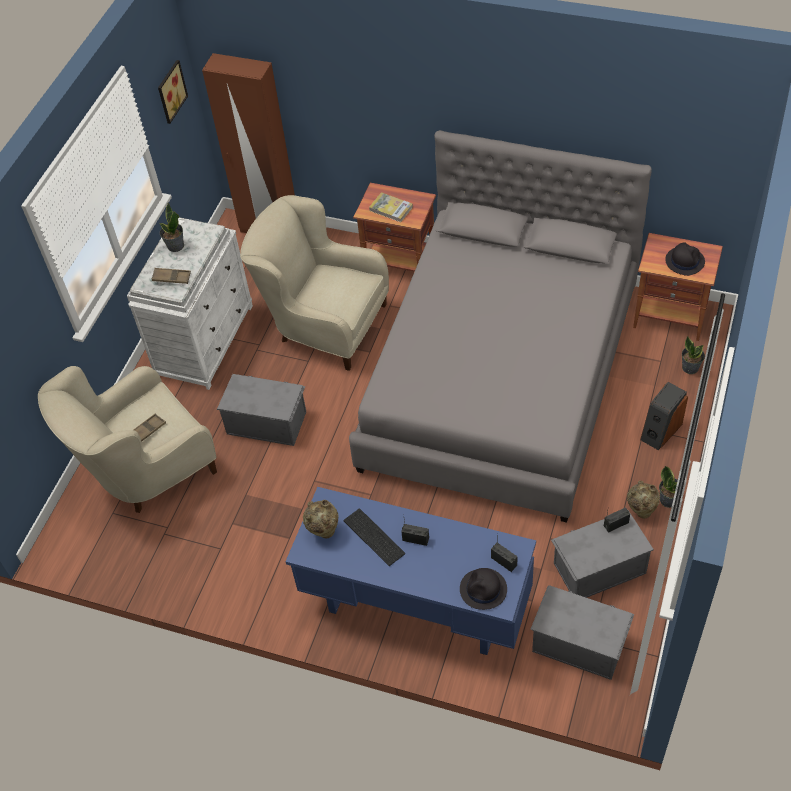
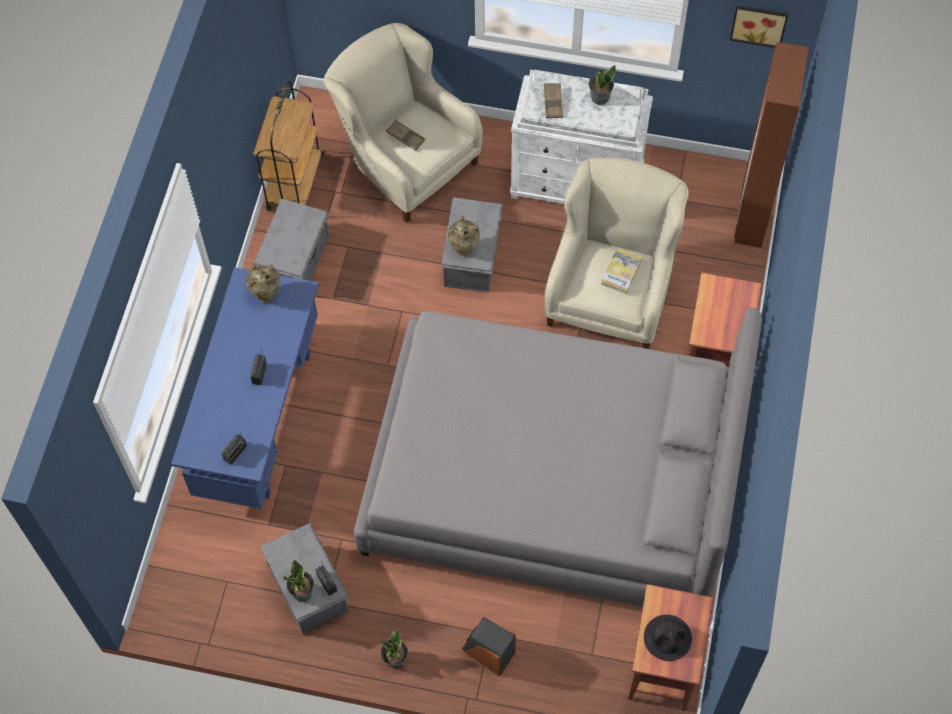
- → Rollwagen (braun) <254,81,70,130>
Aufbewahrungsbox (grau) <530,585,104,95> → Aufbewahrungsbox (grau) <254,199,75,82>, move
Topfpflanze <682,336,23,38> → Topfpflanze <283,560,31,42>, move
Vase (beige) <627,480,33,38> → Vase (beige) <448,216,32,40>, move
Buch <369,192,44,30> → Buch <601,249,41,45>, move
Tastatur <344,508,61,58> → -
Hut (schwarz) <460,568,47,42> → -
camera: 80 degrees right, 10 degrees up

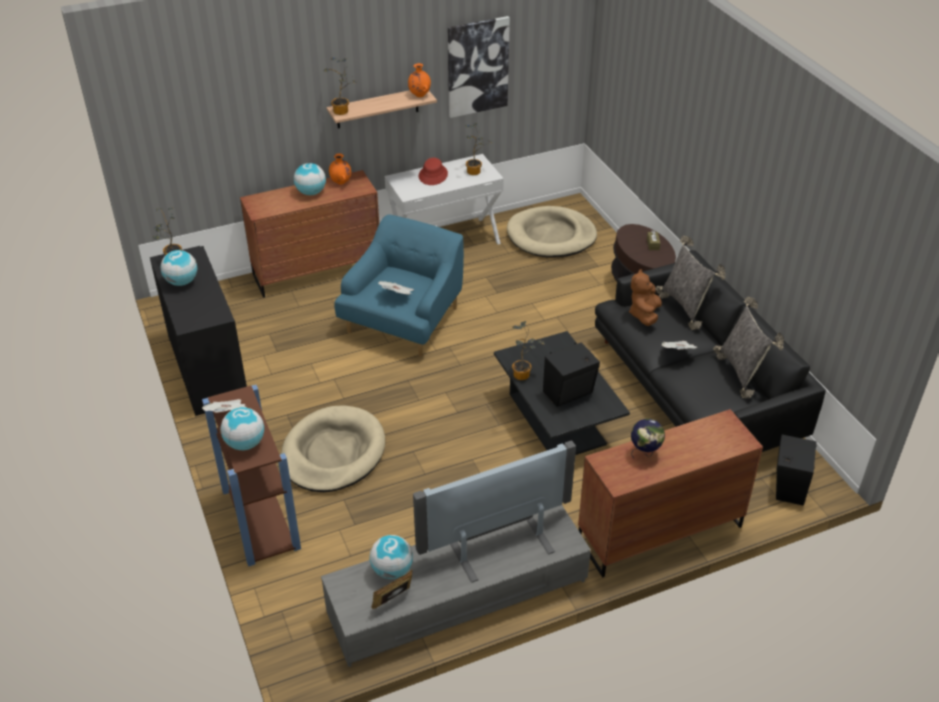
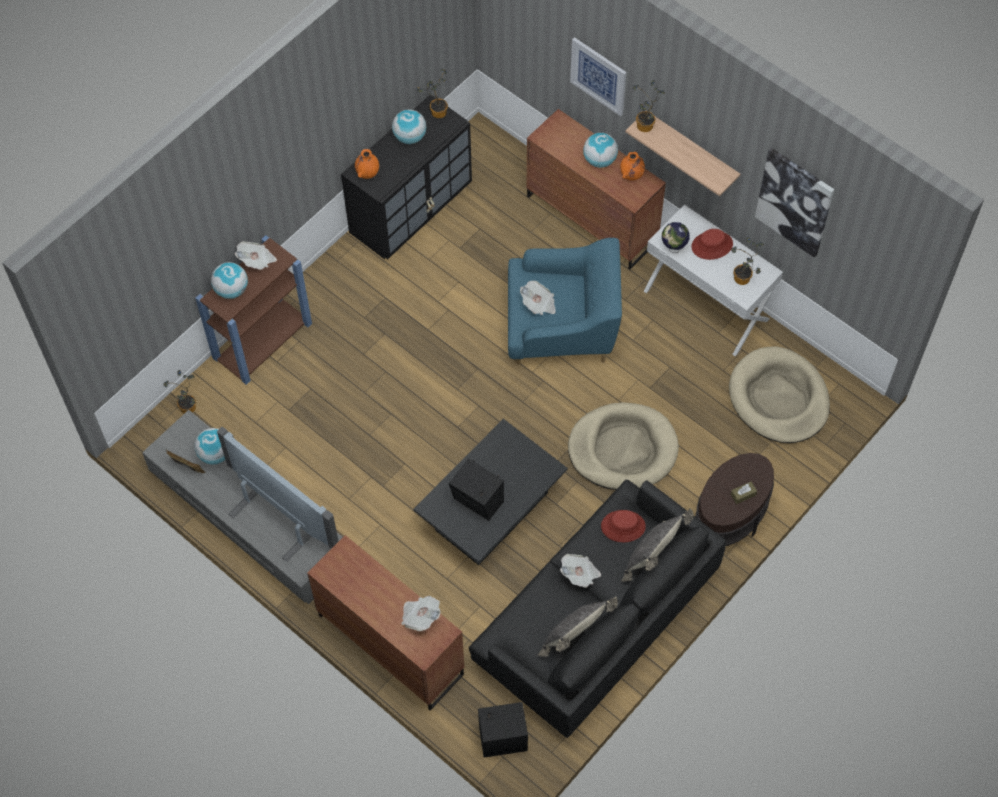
Topfpflanze <512,321,33,59> → Topfpflanze <164,370,32,44>, move
Vase (orange) <408,63,23,34> → Vase (orange) <355,149,24,30>, move
- → Zeitung <401,596,40,35>
Hundebett (beige) <281,405,104,87> → Hundebett (beige) <568,402,111,88>, move
- → Bild <570,37,56,79>
Plüschtier (braun) <629,269,33,57> → Hut (rot) <601,510,45,32>
Globus <631,418,34,40> → Globus <662,222,28,31>, move
camera: 65 degrees right, 20 degrees up

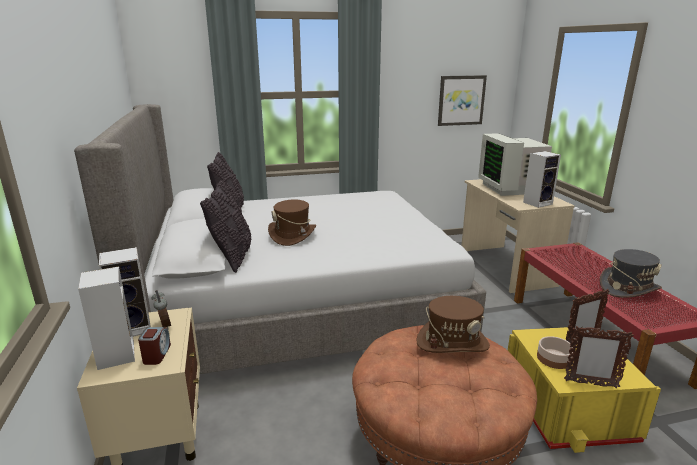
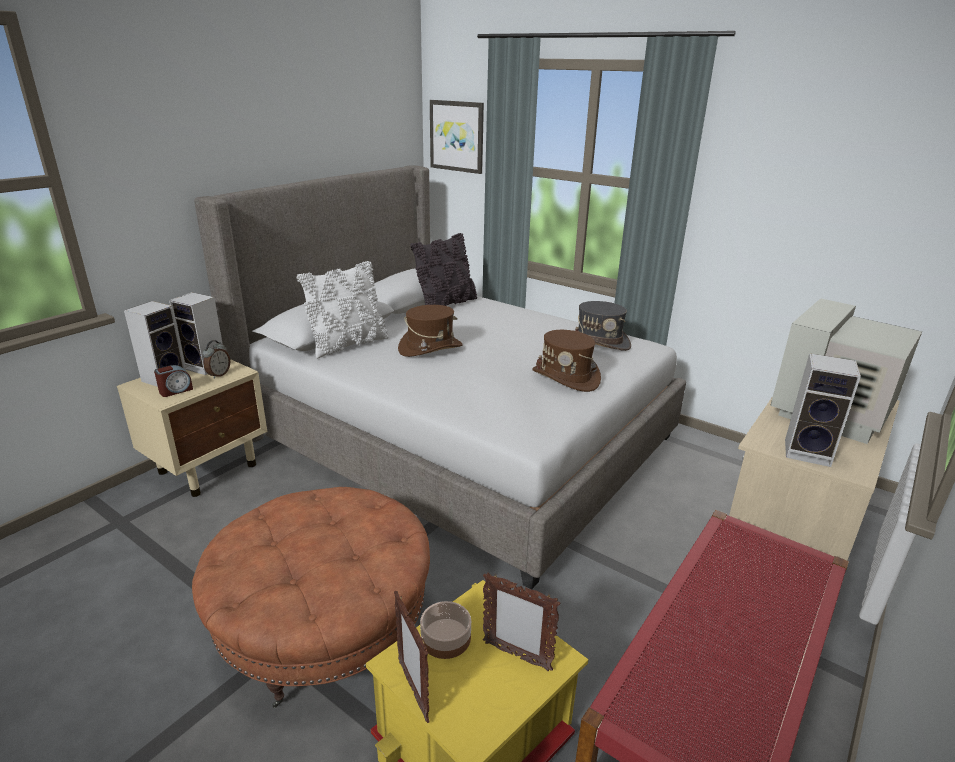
Kissen (schwarz) <200,180,52,93> → Kissen (weiß) <296,261,93,98>
Bild <438,75,49,51> → Bild <430,100,54,74>, move
Hut (braun) <416,296,74,57> → Hut (braun) <532,330,69,62>, move
Hut (grau) <600,249,62,49> → Hut (grau) <575,301,56,50>, move
camera: 50 degrees right, 5 degrees up

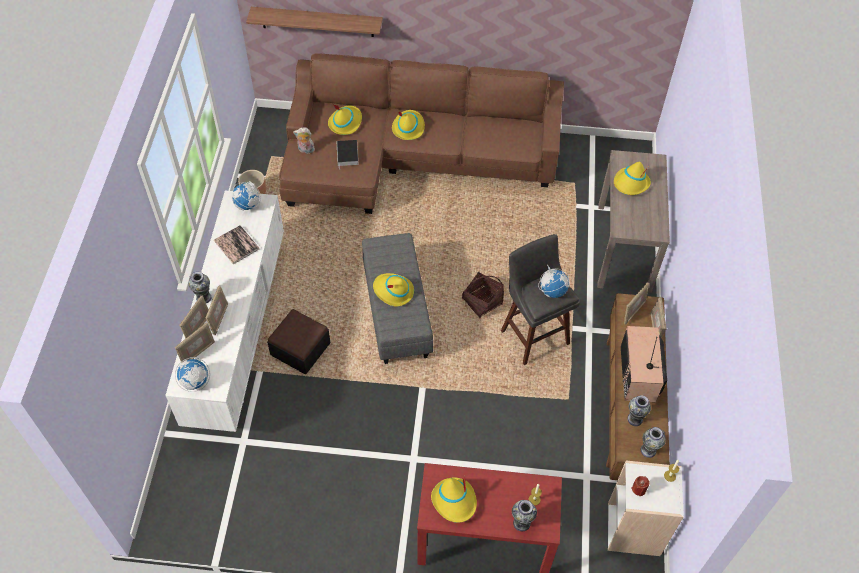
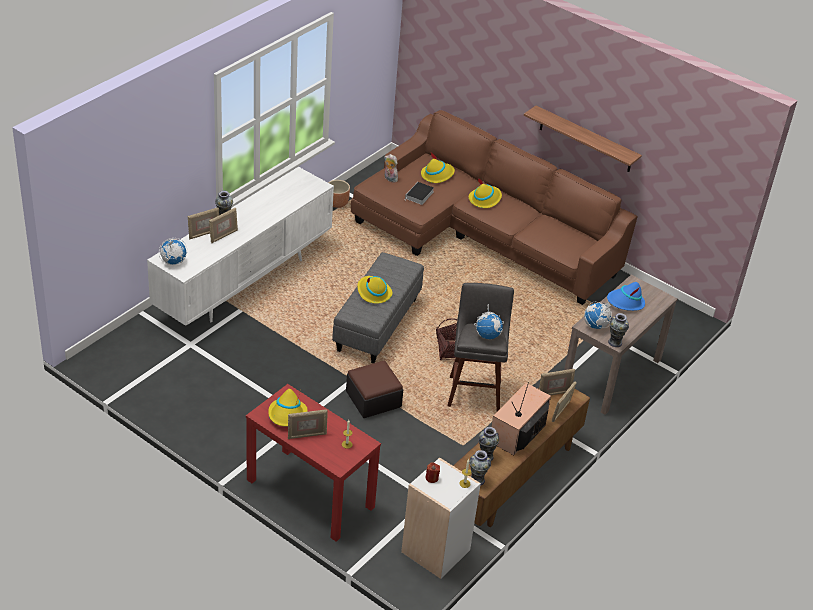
Bilderrahmen <175,323,40,40> → Bilderrahmen <288,409,40,30>, move
Polsterhocker <267,309,63,65> → Polsterhocker <346,361,57,57>, move
Wandregal <246,7,137,30> → Wandregal <524,106,118,66>, move
Globus <232,181,29,29> → Globus <584,302,28,27>, move
Hut (gelb) <614,162,37,33> → Hut (blau) <607,282,38,29>
Vase <512,500,25,31> → Vase <608,313,21,34>, move
Buch <214,225,45,39> → -
camera: 30 degrees right, 15 degrees down

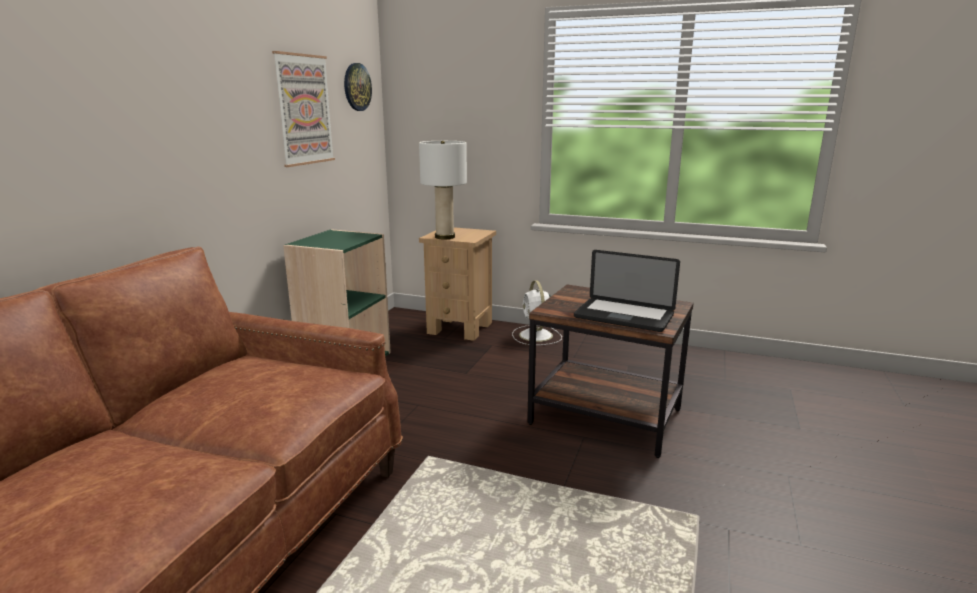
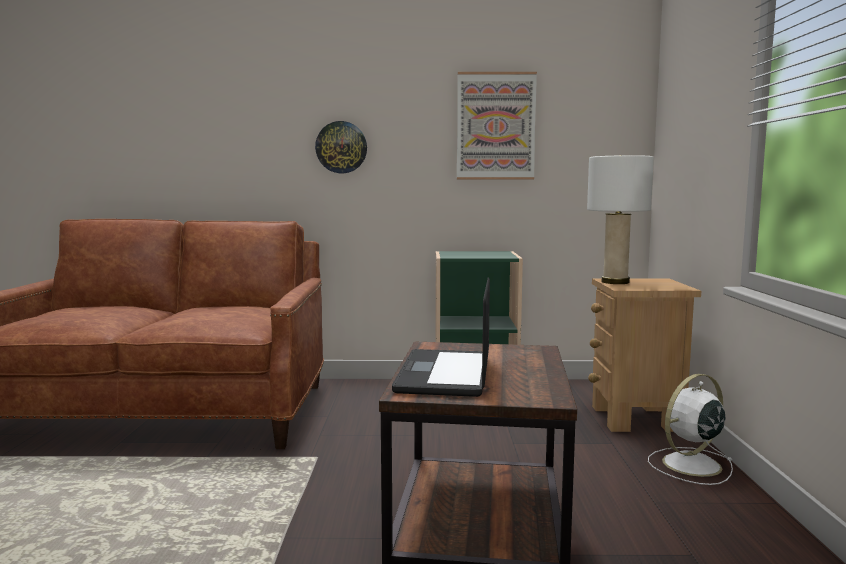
Wanduhr <344,63,28,48> → Wanduhr <315,121,52,52>, move
camera: 70 degrees right, 10 degrees down

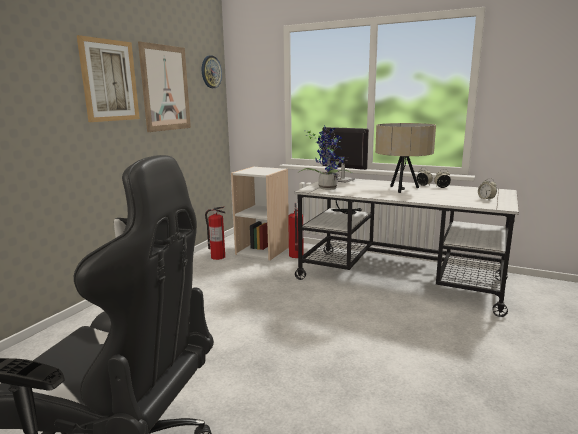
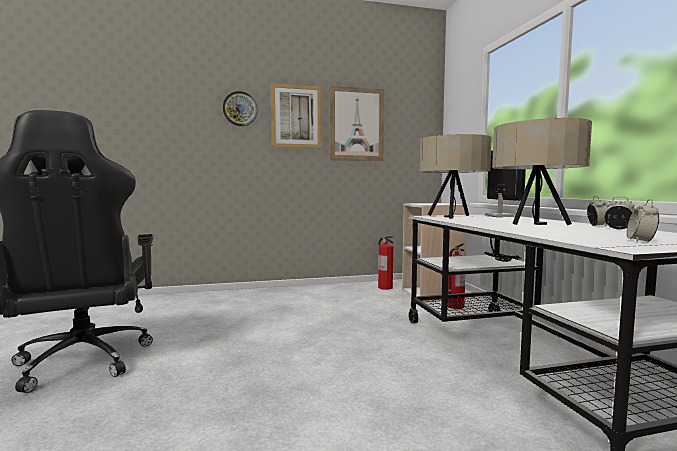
Wanduhr <202,55,20,33> → Wanduhr <223,91,35,35>, move
Topfpflanze <298,126,54,64> → Tischlampe (beige) <420,134,72,85>
camera: 50 degrees right, 10 degrees down

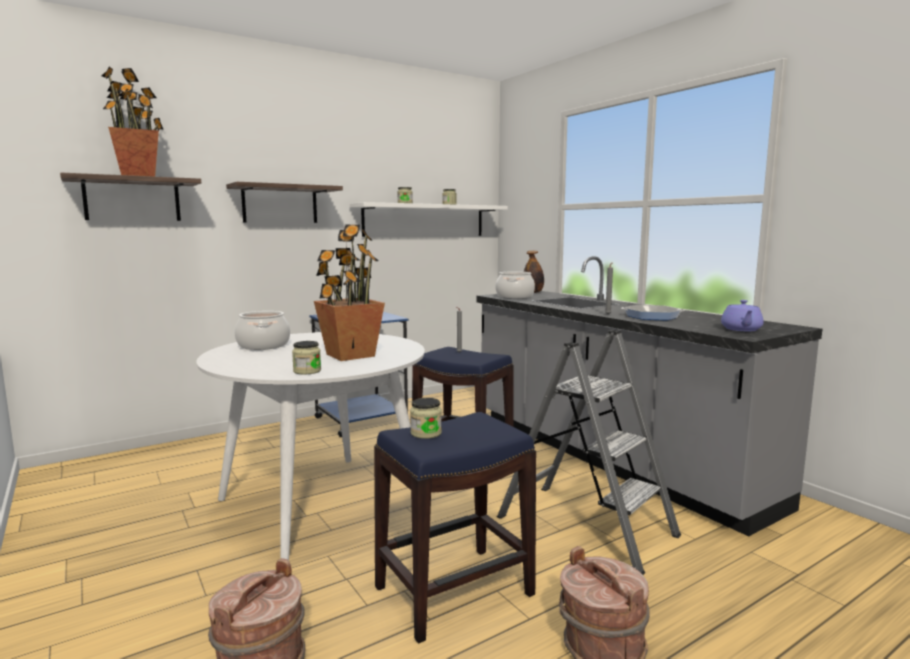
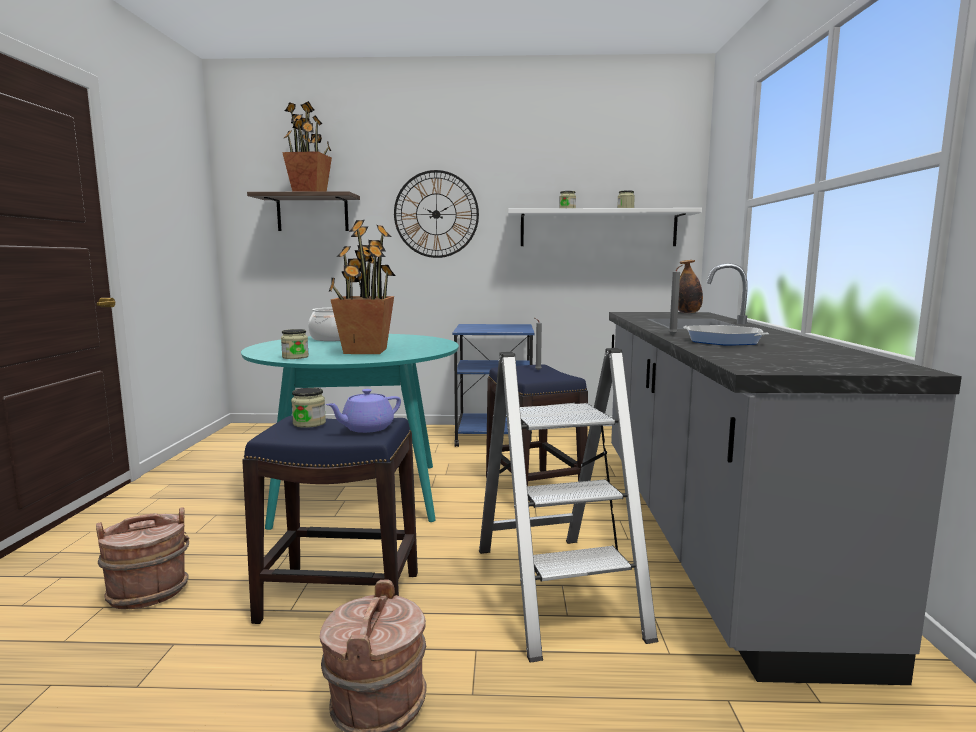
Esstisch (weiß) <196,332,229,228> → Esstisch (türkis) <241,334,218,196>
Teekanne (lila) <721,300,43,31> → Teekanne (lila) <326,389,75,44>, move
Wandregal <226,182,117,41> → Wanduhr <394,170,85,88>
Kochtopf <496,271,39,28> → -
camera: 35 degrees right, 0 degrees up

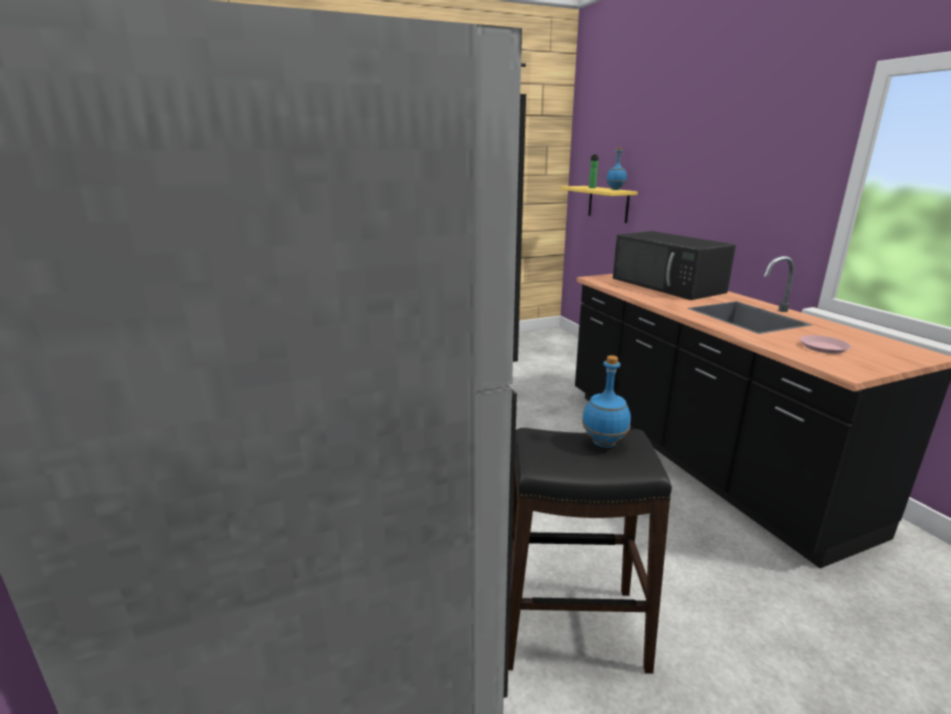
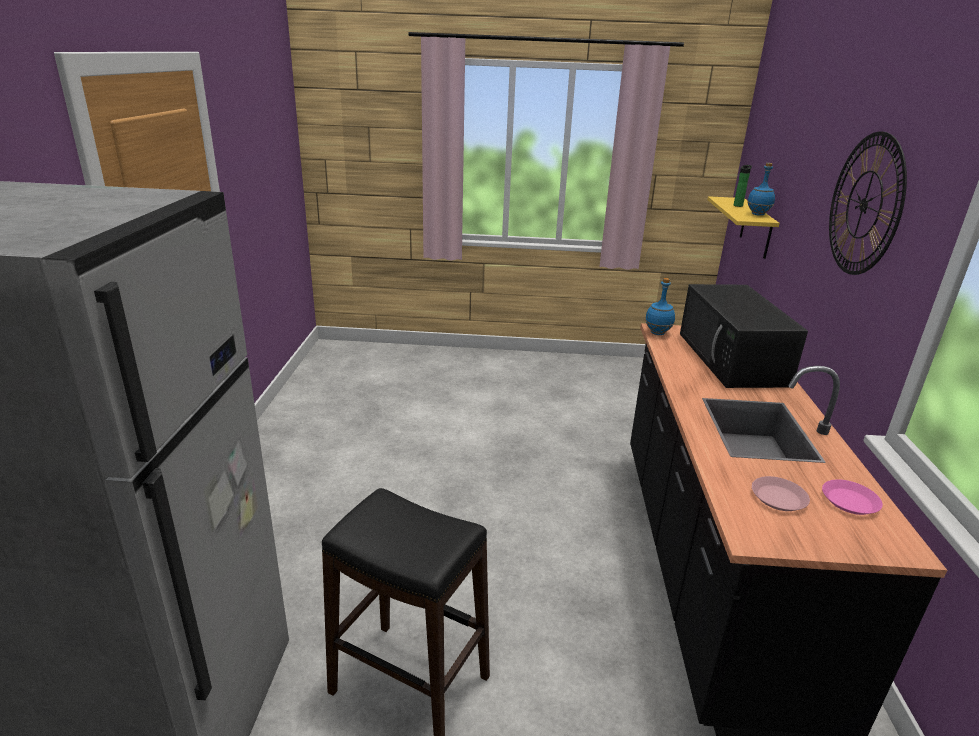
Flasche (blau) <582,355,49,93> → Flasche (blau) <645,278,30,57>, move
- → Teller (rosa) <822,479,61,36>
- → Wanduhr <829,131,78,144>
camera: 25 degrees right, 5 degrees up

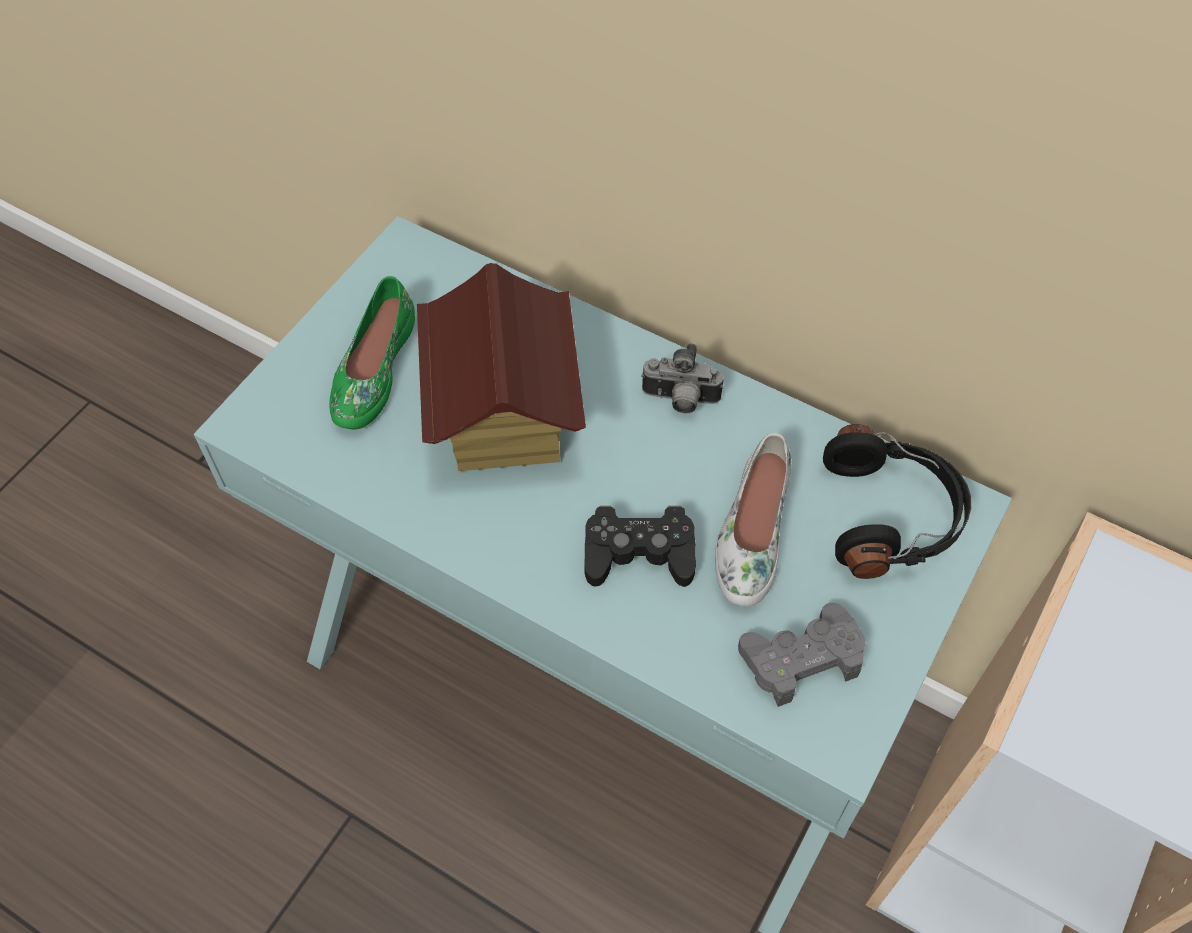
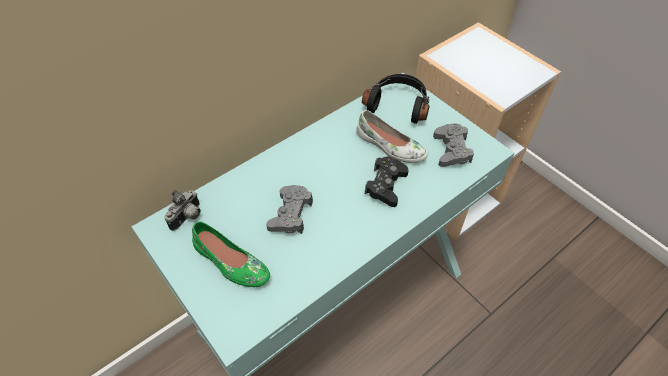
Kamera <641,343,82,70> → Kamera <164,190,37,41>, move
Spielzeughaus <417,263,169,208> → Gamepad (grau) <266,185,47,49>
camera: 70 degrees left, 5 degrees down

